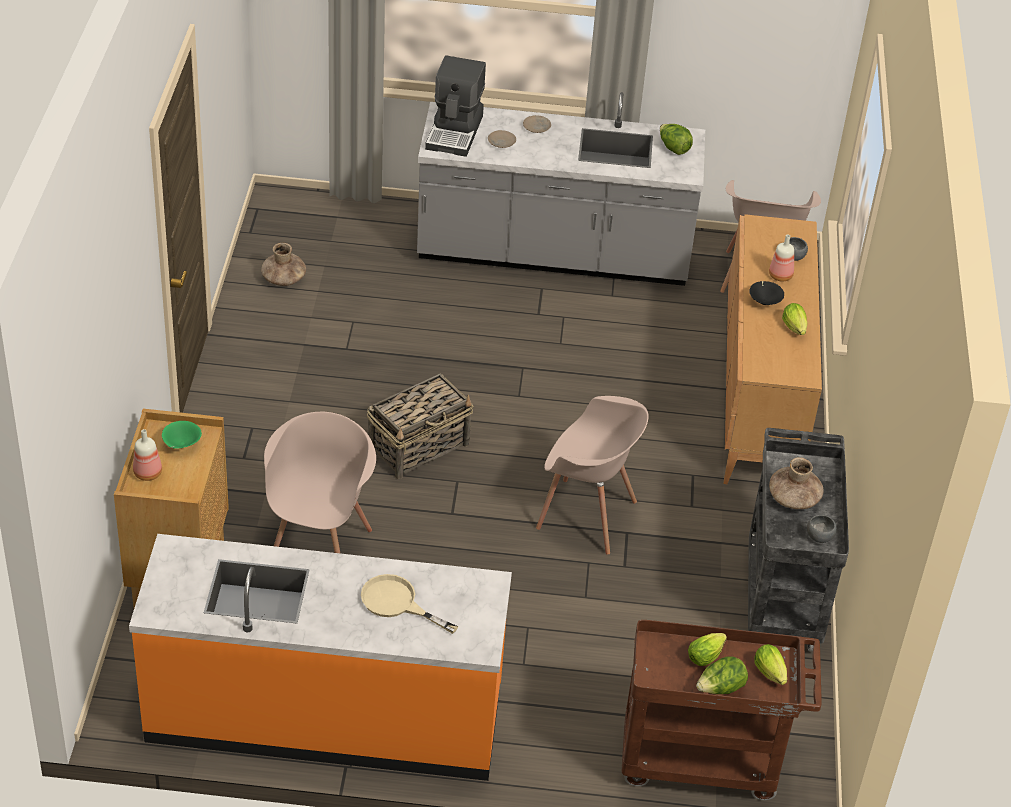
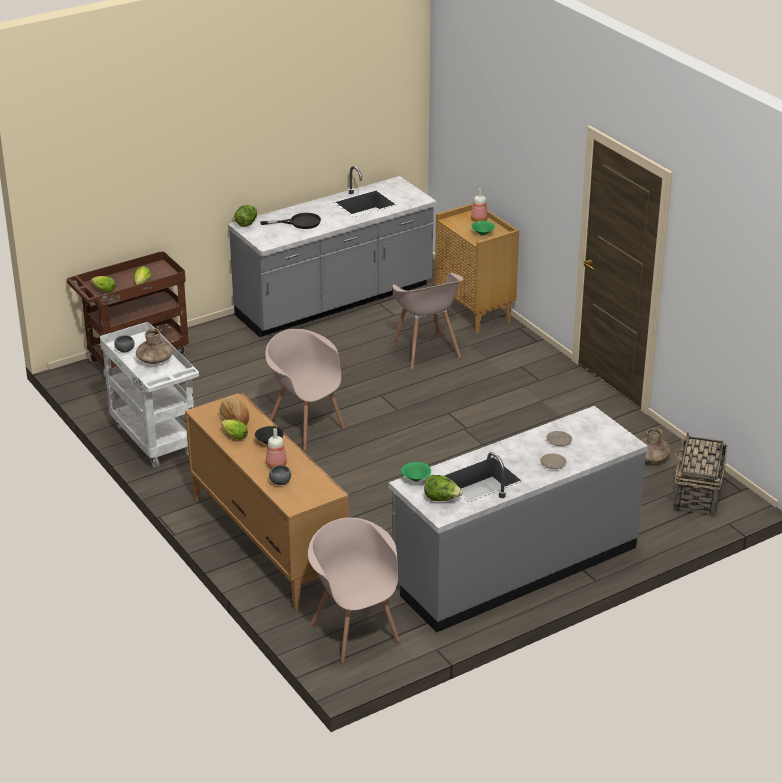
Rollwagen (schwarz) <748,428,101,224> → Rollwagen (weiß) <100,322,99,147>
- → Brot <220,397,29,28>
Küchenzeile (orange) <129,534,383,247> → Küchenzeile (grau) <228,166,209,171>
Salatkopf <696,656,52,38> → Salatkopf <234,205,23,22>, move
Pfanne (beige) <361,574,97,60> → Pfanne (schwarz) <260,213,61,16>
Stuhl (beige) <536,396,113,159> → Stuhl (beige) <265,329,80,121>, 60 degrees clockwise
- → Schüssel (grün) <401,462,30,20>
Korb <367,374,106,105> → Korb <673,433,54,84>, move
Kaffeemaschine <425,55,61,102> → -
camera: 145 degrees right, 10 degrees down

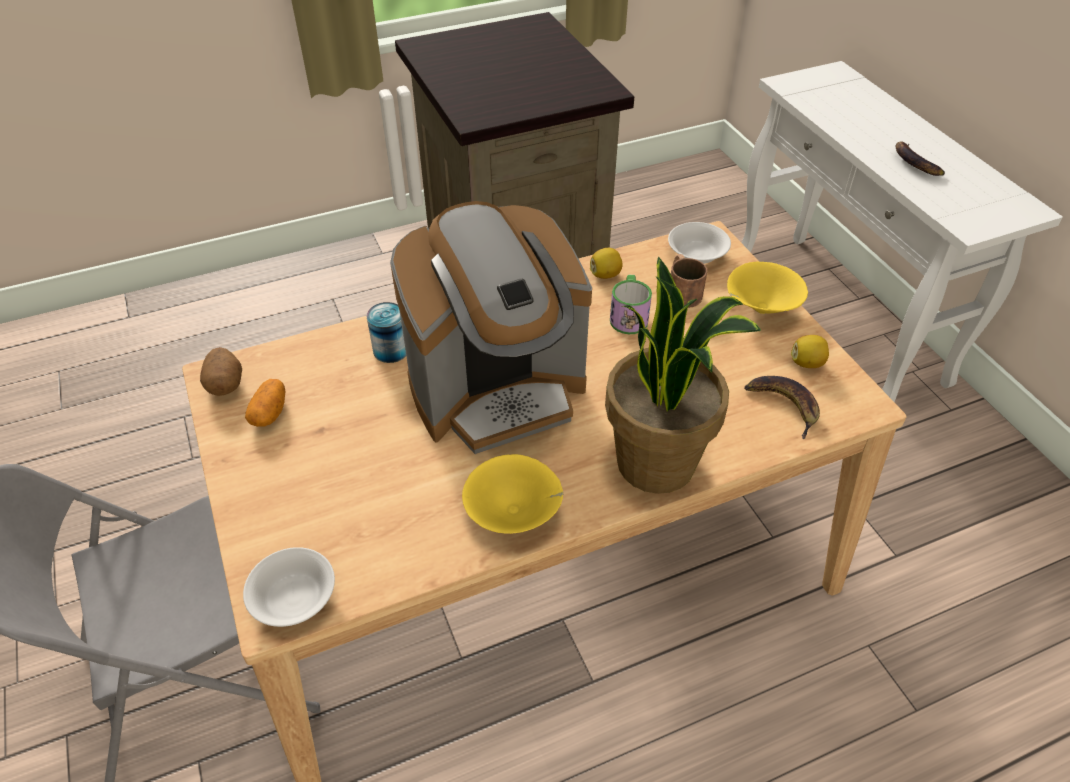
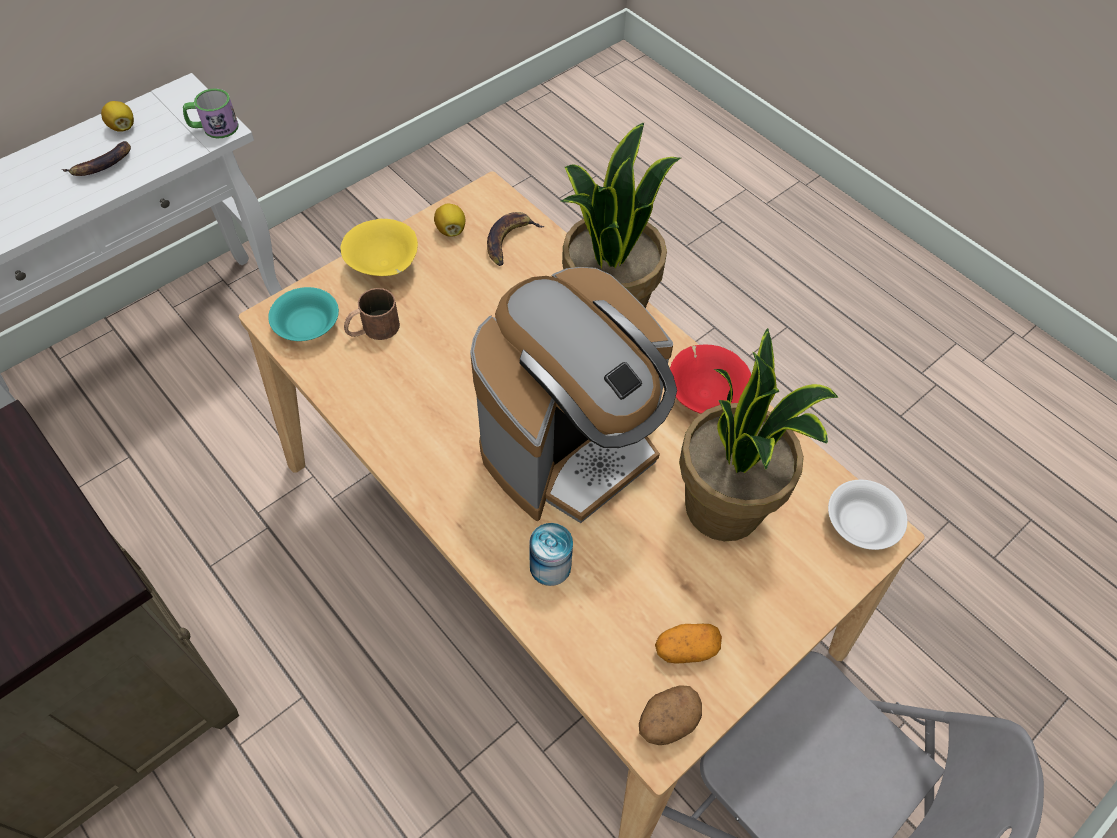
Zitrone <590,248,33,31> → Zitrone <101,101,33,31>, move
Henkelbecher <610,275,42,59> → Henkelbecher <183,88,56,50>, move
Schüssel (weiß) <668,222,63,42> → Schüssel (türkis) <268,287,71,54>
Kaffeemaschine <390,201,202,253> → Kaffeemaschine <470,267,207,256>, 90 degrees clockwise
Schüssel (gelb) <462,454,101,80> → Schüssel (rot) <670,345,81,69>
- → Topfpflanze <679,328,159,213>
camera: 110 degrees left, 10 degrees up

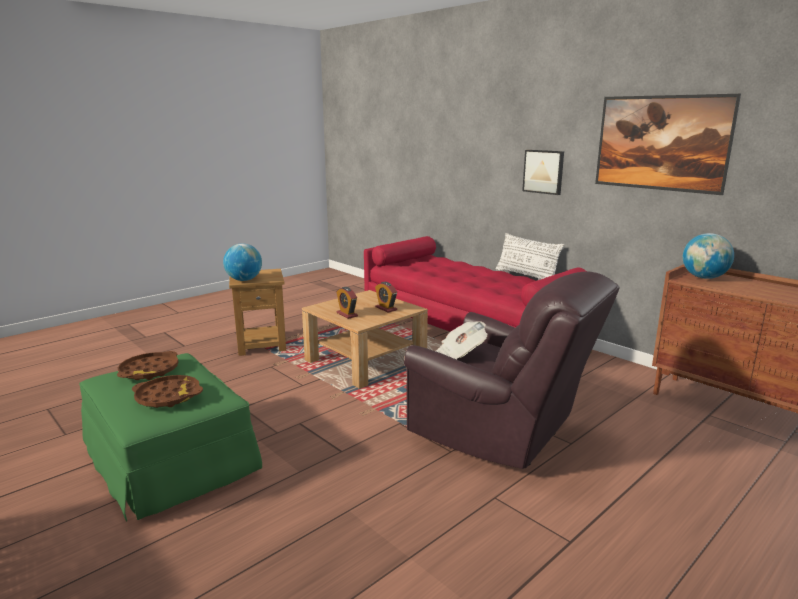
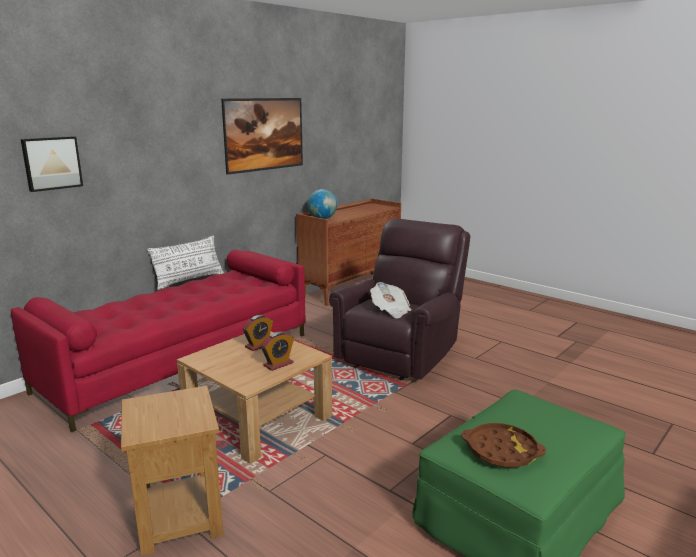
Bild <522,150,42,45> → Bild <21,136,62,56>, move
Tablett (braun) <132,375,71,33> → -
Globus <223,243,39,38> → -
camera: 95 degrees left, 0 degrees up

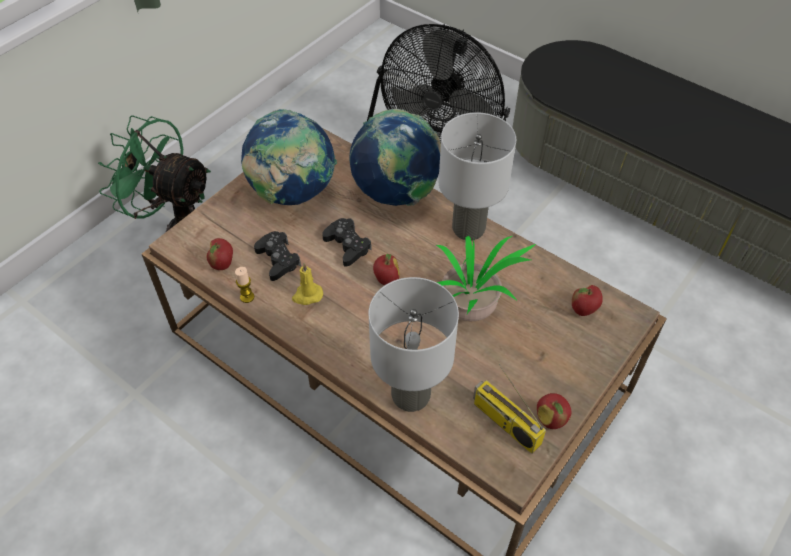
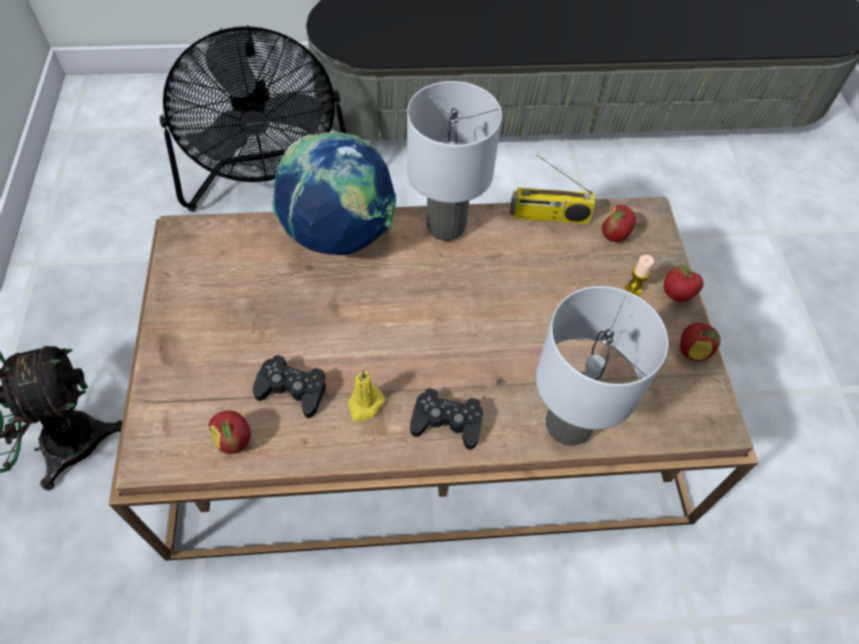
Gamepad (schwarz) <322,218,50,49> → Gamepad (schwarz) <410,388,73,62>, move
Radio <473,364,73,90> → Radio <510,155,85,69>, move
Kerze <235,267,19,36> → Kerze <625,255,29,42>, move
Apfel <373,254,27,31> → Apfel <664,265,39,37>, move
Globus <241,109,96,96> → -
Topfpflanze <436,236,100,85> → -
camera: 45 degrees left, 5 degrees up

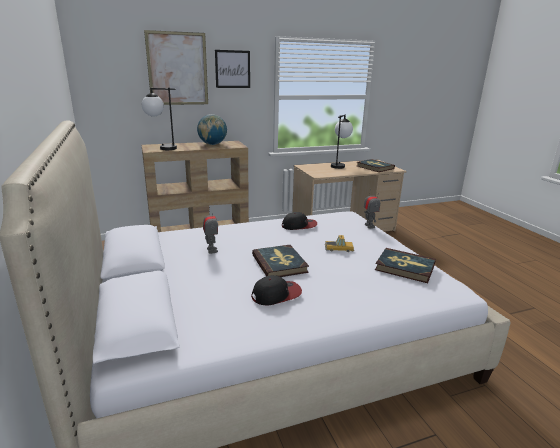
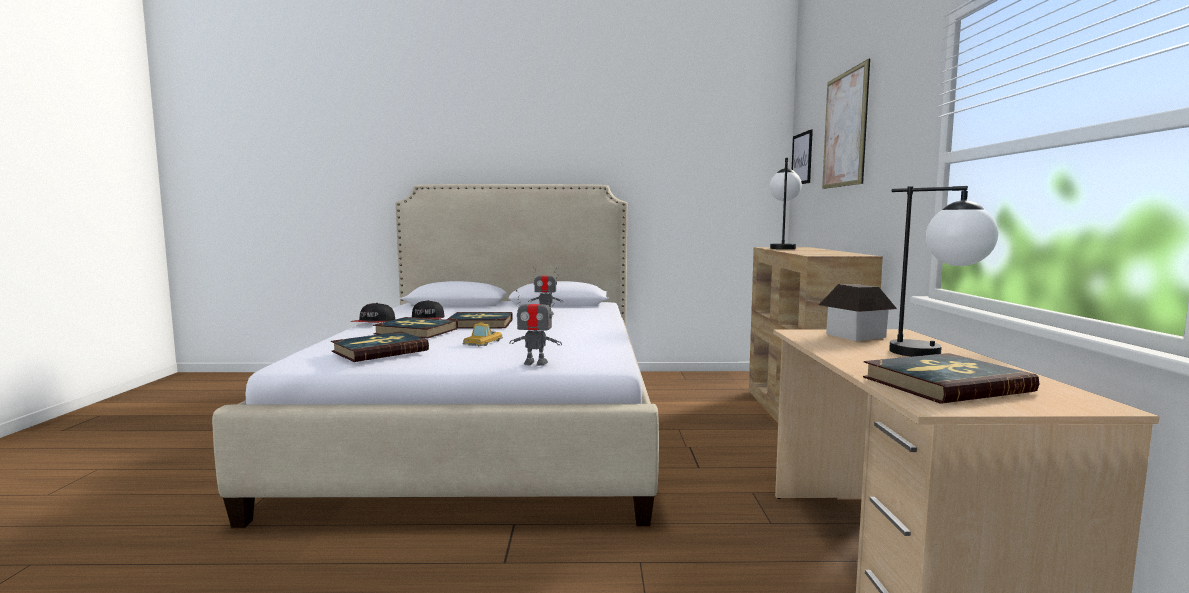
Kappe <282,212,35,18> → Kappe <350,303,45,20>, move
- → Buch <373,317,85,22>
Bild <215,50,35,38> → Bild <792,129,21,55>, move
- → Spielzeughaus <819,284,78,57>
Globus <197,114,30,31> → -
camera: 110 degrees right, 15 degrees down

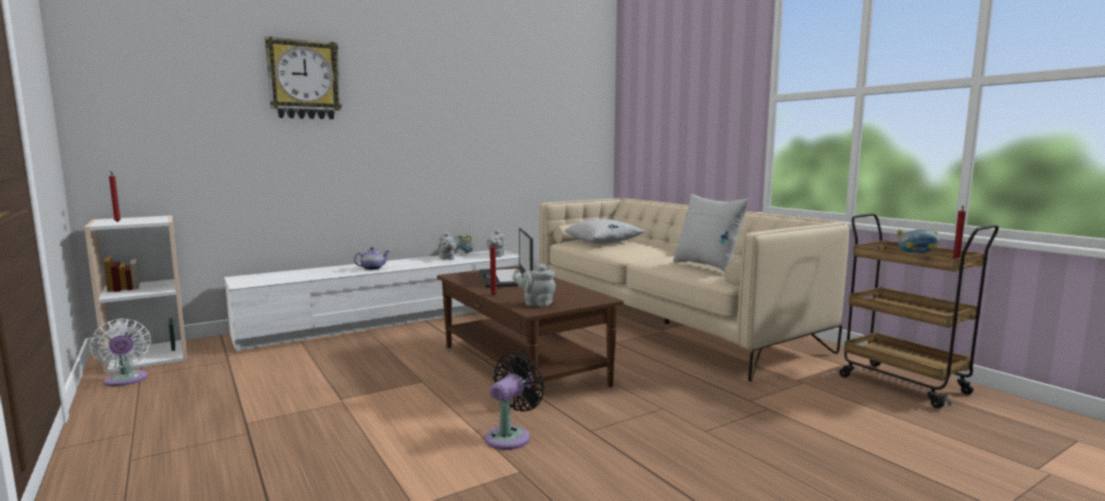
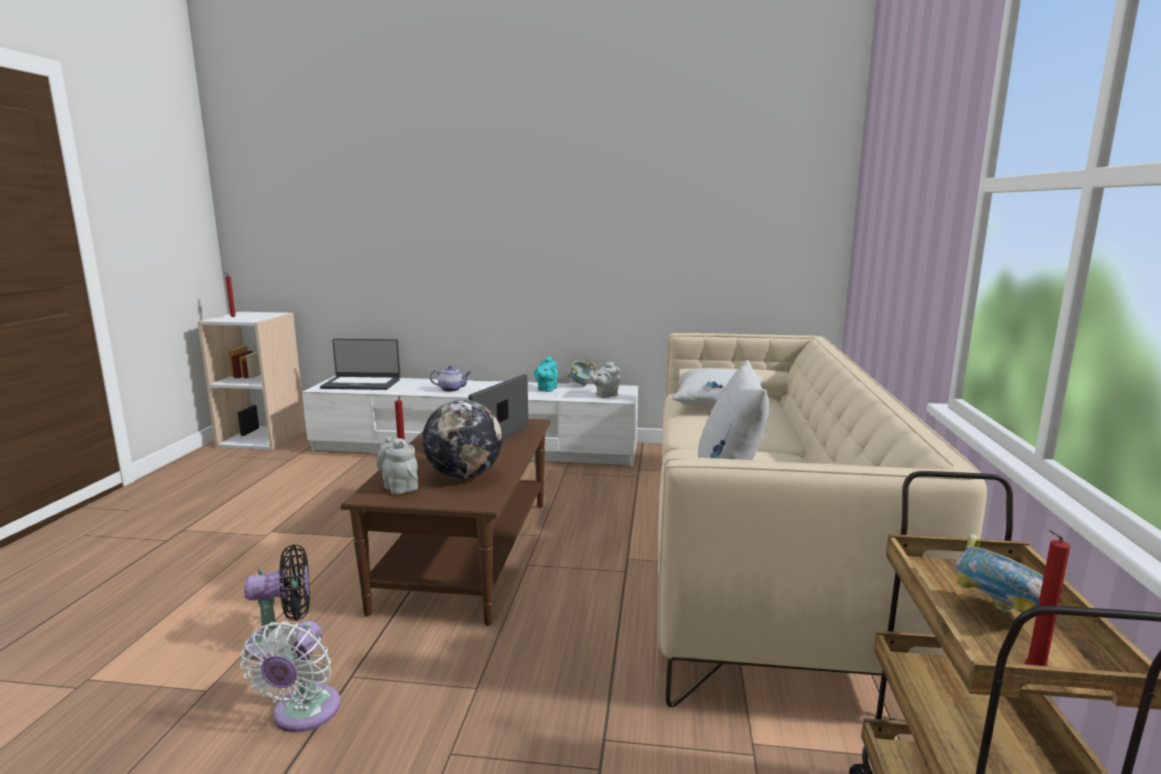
Ventilator (weiß) <89,318,62,69> → Ventilator (weiß) <240,621,101,111>, move
- → Laptop <320,339,80,51>
- → Globus <422,400,80,79>
Teekanne (grau) <438,232,19,28> → Teekanne (türkis) <534,356,24,36>
Wanduhr <265,36,77,83> → -
camera: 40 degrees right, 5 degrees up

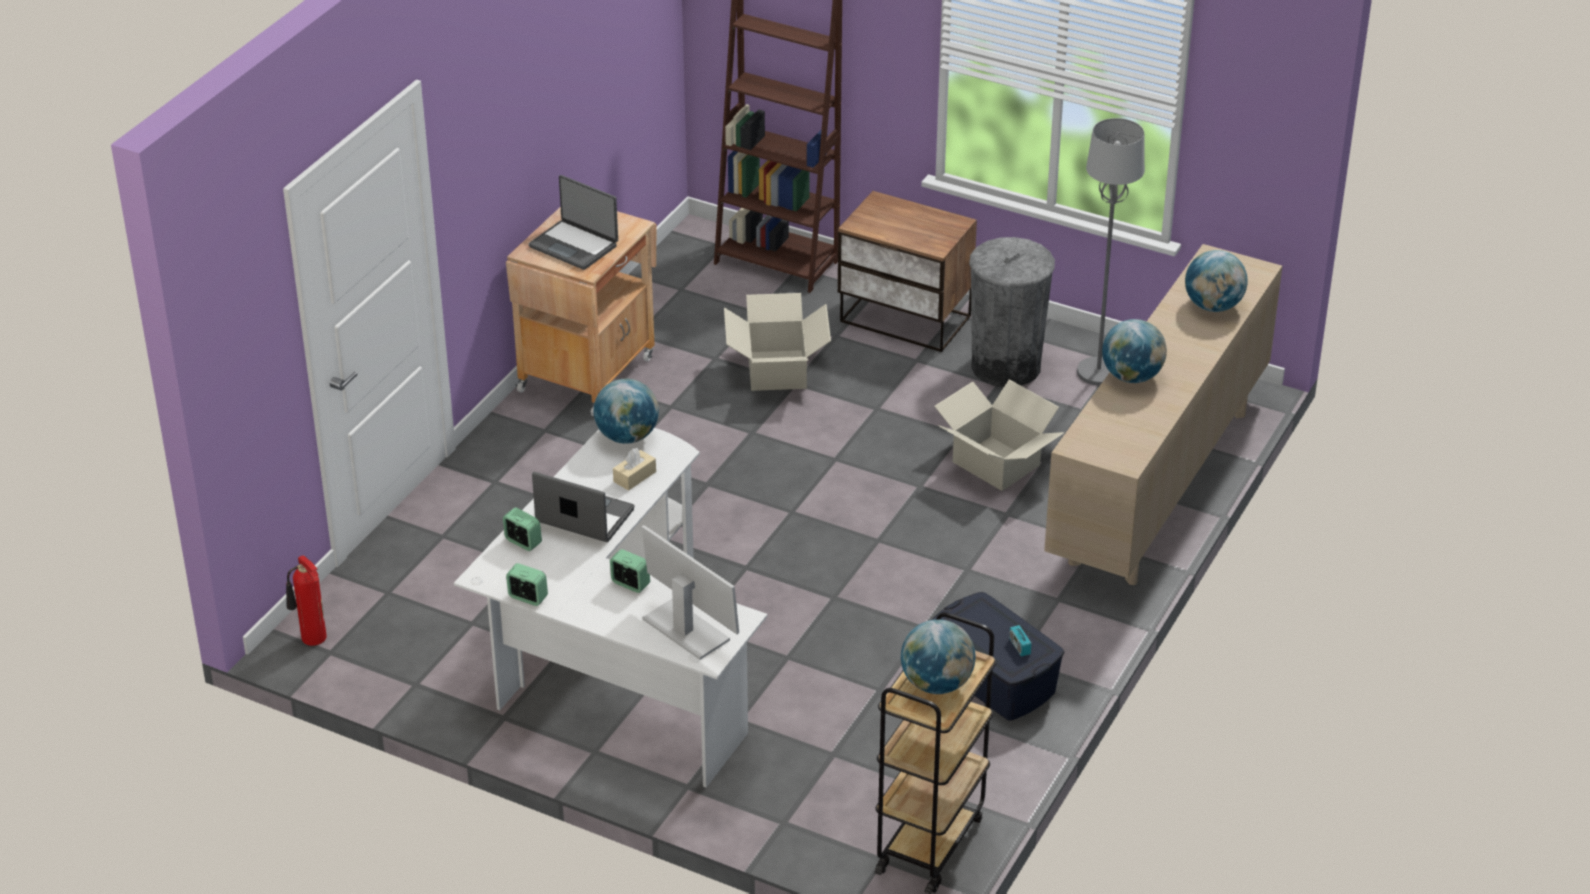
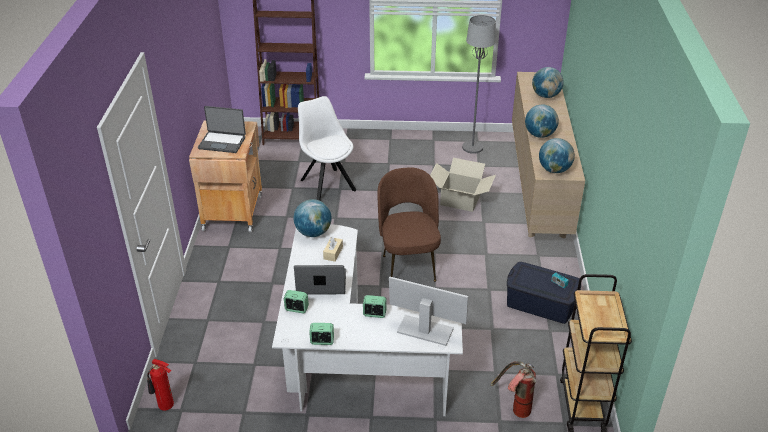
Karton <724,293,107,98> → Stuhl (weiß) <298,96,58,105>
- → Stuhl (braun) <377,167,64,115>
- → Feuerlöscher <491,361,45,57>
Globus <901,619,74,75> → Globus <539,138,36,35>, move
Nachttisch <838,191,139,161> → -
Mülleimer (grau) <969,237,86,150> → -
camera: 25 degrees left, 0 degrees up

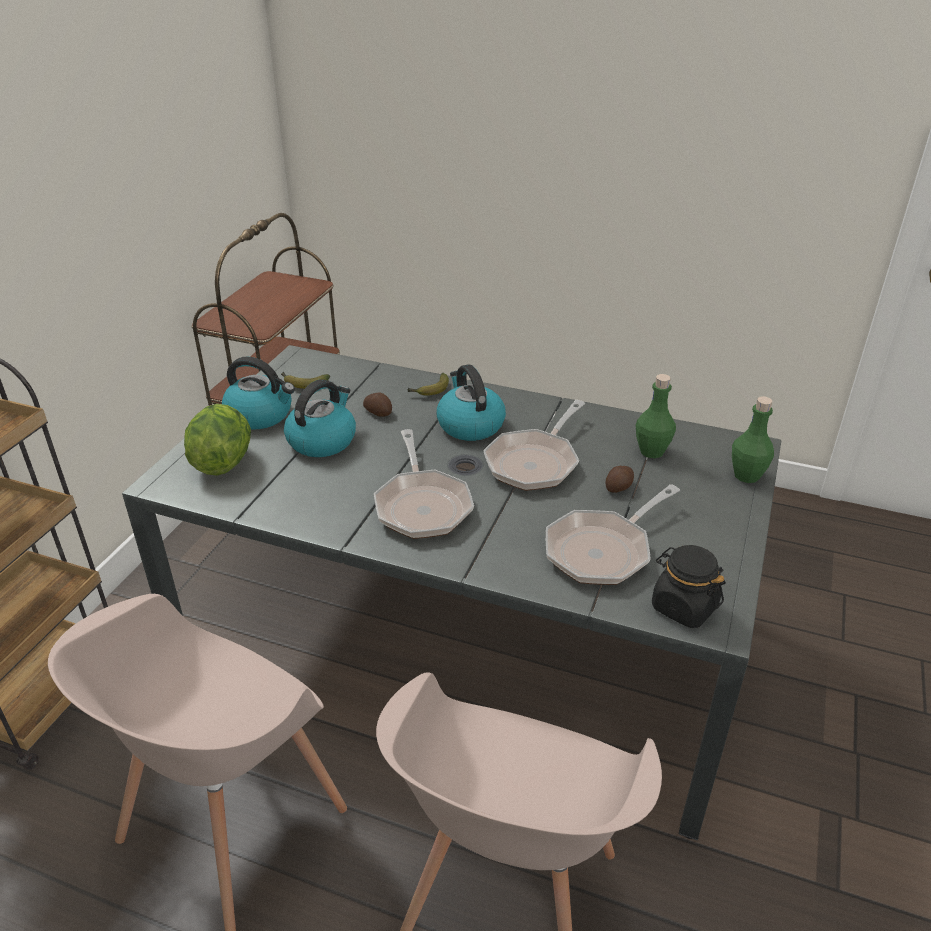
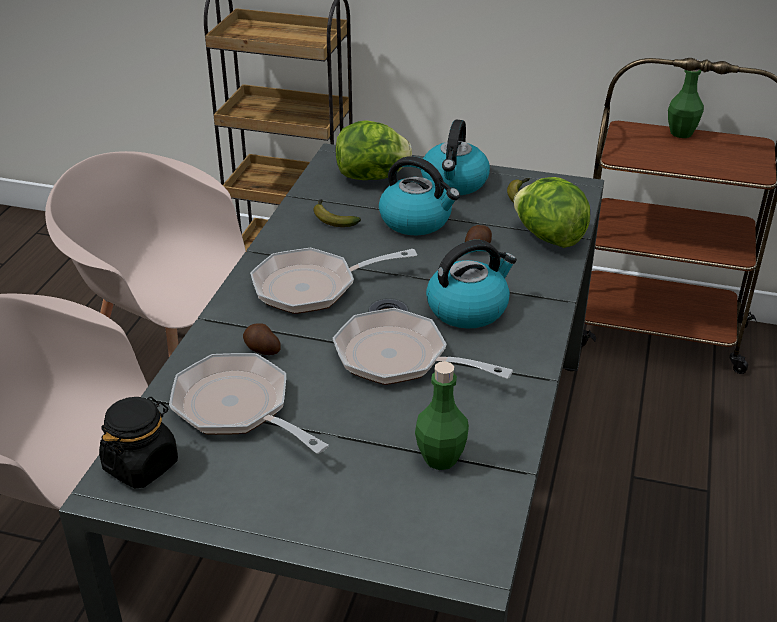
Kartoffel <606,466,28,27> → Kartoffel <243,323,38,32>, move
Banane <408,373,41,23> → Banane <313,199,48,28>, move
- → Salatkopf <514,177,76,71>
Flasche (grün) <732,396,42,87> → Flasche (grün) <668,60,36,78>, move
camera: 85 degrees right, 0 degrees up

